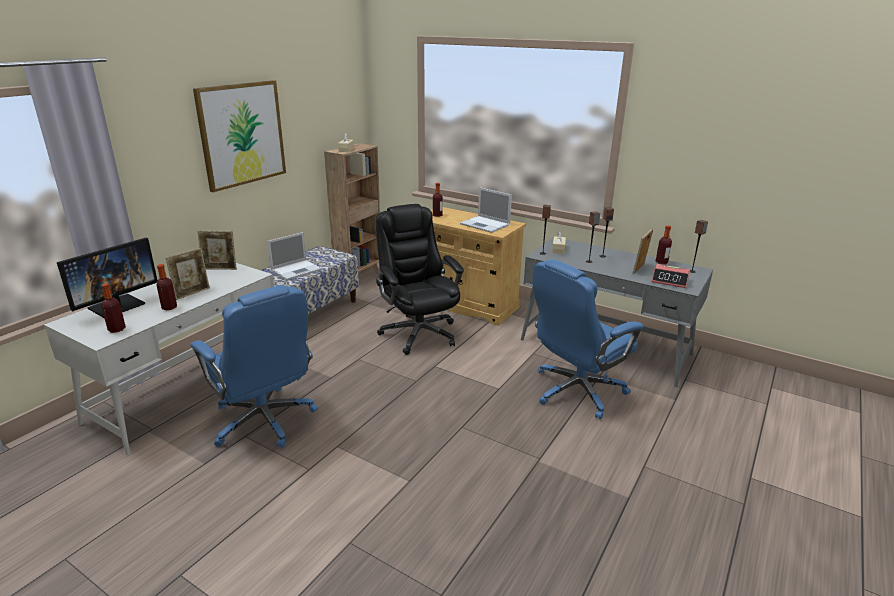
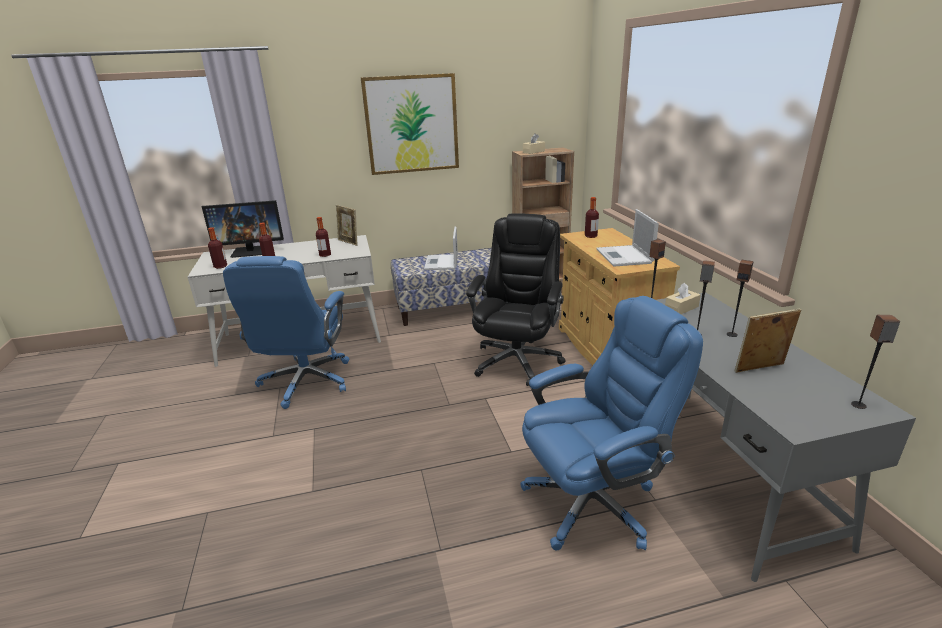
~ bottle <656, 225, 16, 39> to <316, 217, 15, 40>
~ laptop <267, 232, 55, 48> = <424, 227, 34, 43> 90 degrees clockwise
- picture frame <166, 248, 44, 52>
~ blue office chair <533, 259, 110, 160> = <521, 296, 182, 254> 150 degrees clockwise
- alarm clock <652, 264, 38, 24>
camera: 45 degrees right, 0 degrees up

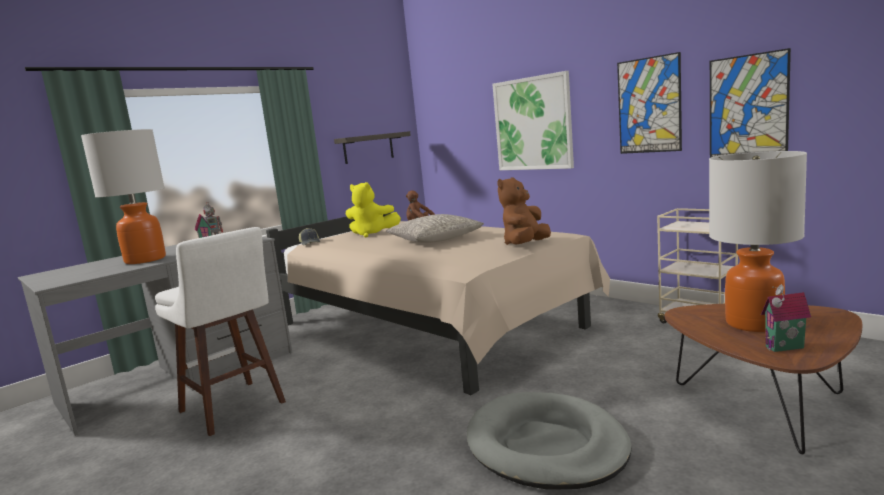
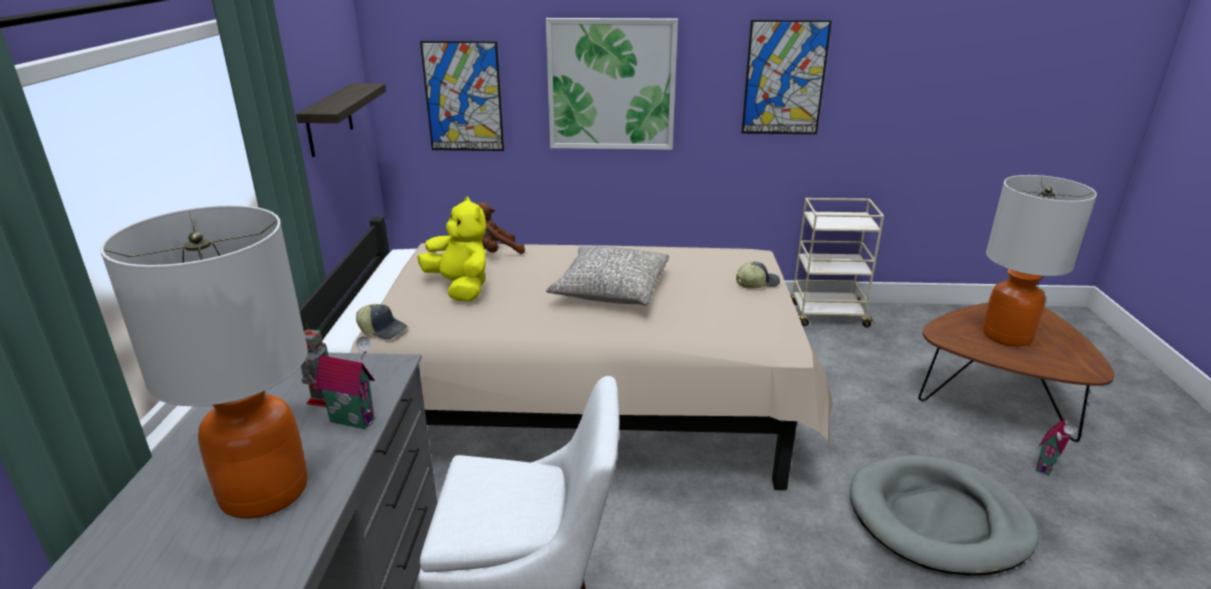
~ picture <710, 48, 81, 110> to <420, 41, 84, 110>
~ brown plush toy <498, 177, 53, 68> to cap <736, 261, 44, 27>
~ yellow plush toy <346, 182, 55, 56> = <417, 196, 69, 105> 105 degrees counterclockwise
~ toy house <761, 284, 50, 68> to <1036, 419, 39, 57>
camera: 45 degrees left, 15 degrees up

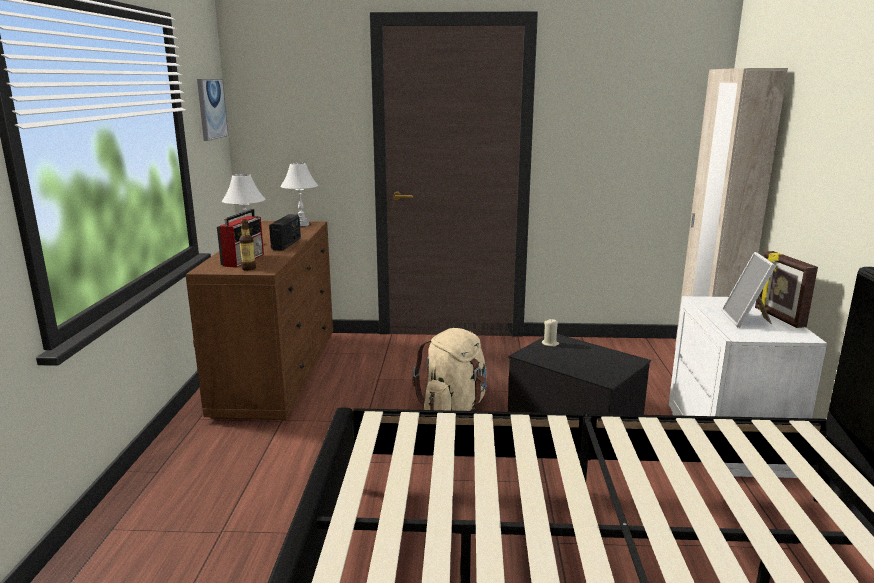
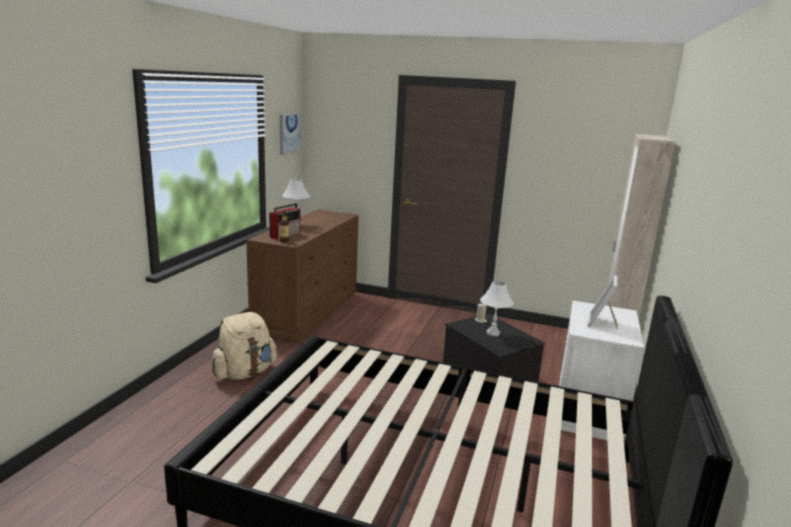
~ white table lamp <280, 163, 38, 63> to <480, 281, 34, 55>
- radio <269, 214, 32, 37>
- picture frame <755, 251, 63, 77>
~ beige backpack <412, 328, 75, 83> to <211, 312, 66, 68>
camera: 15 degrees right, 0 degrees up

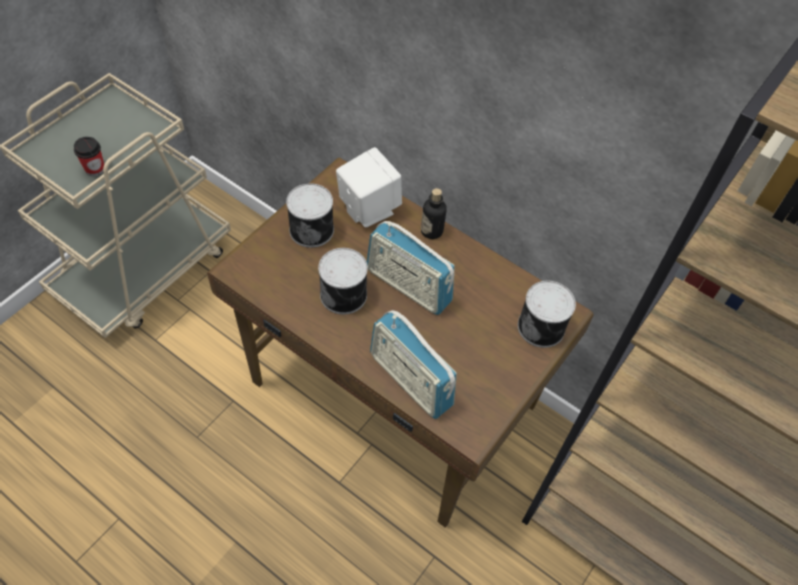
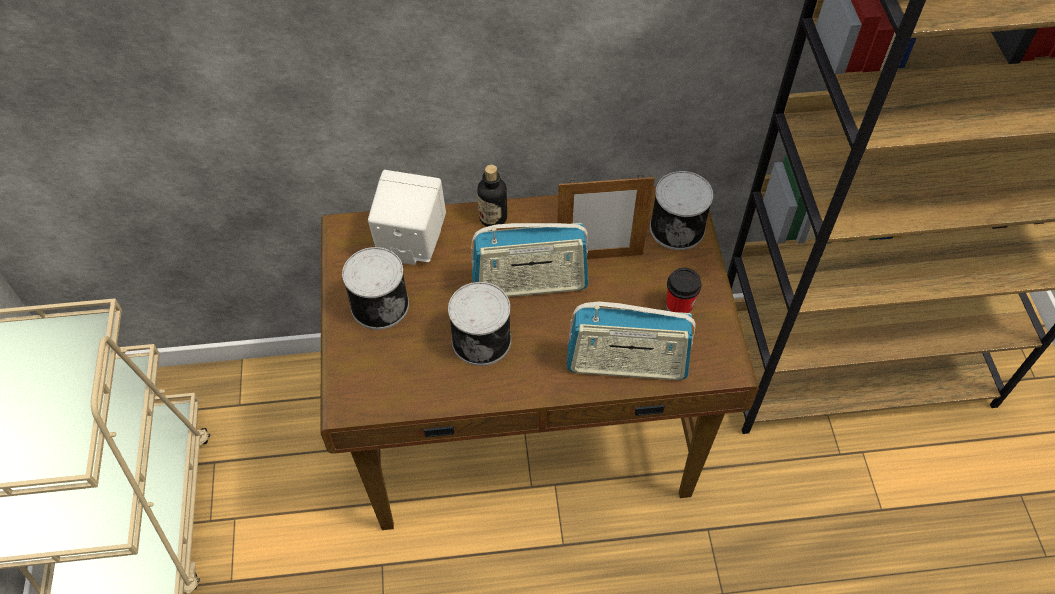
~ cup <74, 136, 30, 40> to <667, 267, 35, 46>
+ picture frame <557, 175, 98, 84>
camera: 40 degrees left, 0 degrees up

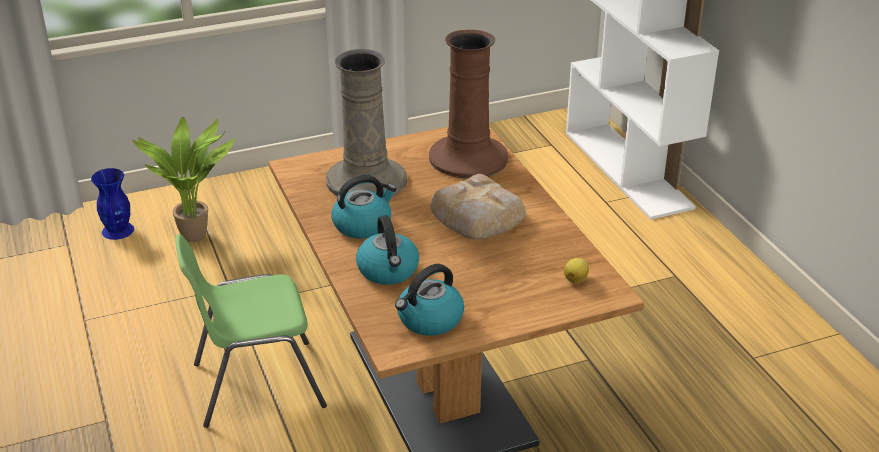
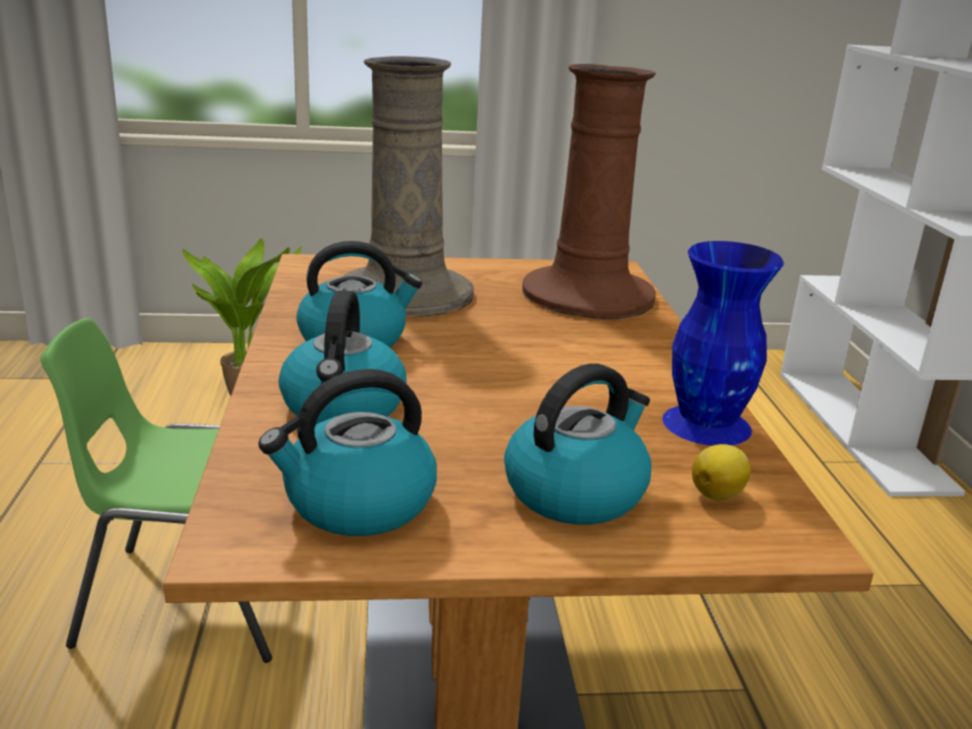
~ blue vase <91, 168, 43, 72> to <662, 241, 122, 205>
- bread <430, 174, 96, 66>
+ kettle <504, 363, 147, 162>
camera: 15 degrees right, 10 degrees down

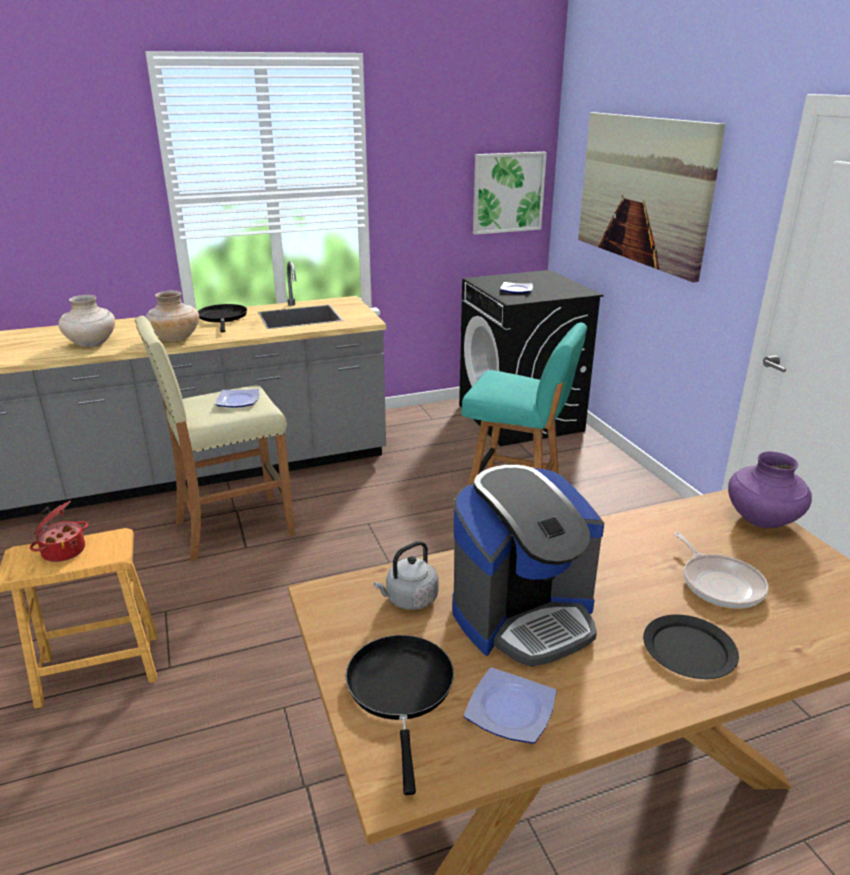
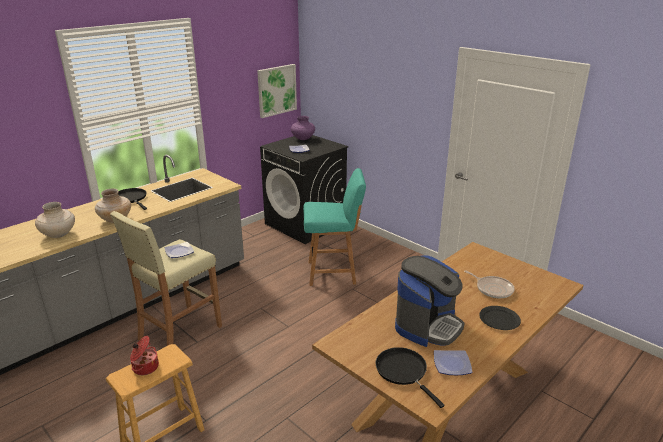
- picture <578, 112, 148, 170>
~ purple vase <728, 451, 84, 77> to <291, 116, 24, 24>
- grey kettle <374, 541, 65, 69>
camera: 25 degrees left, 0 degrees up

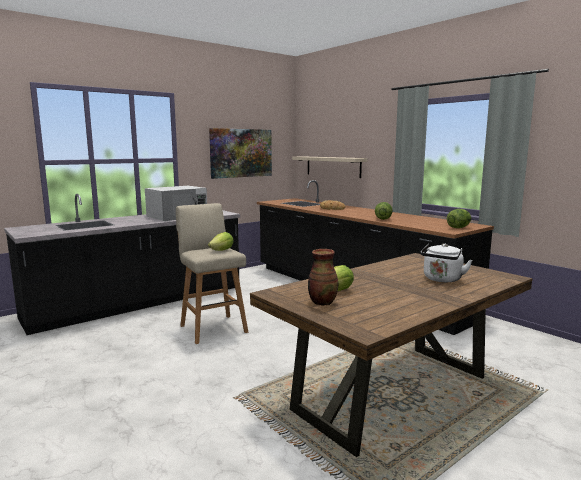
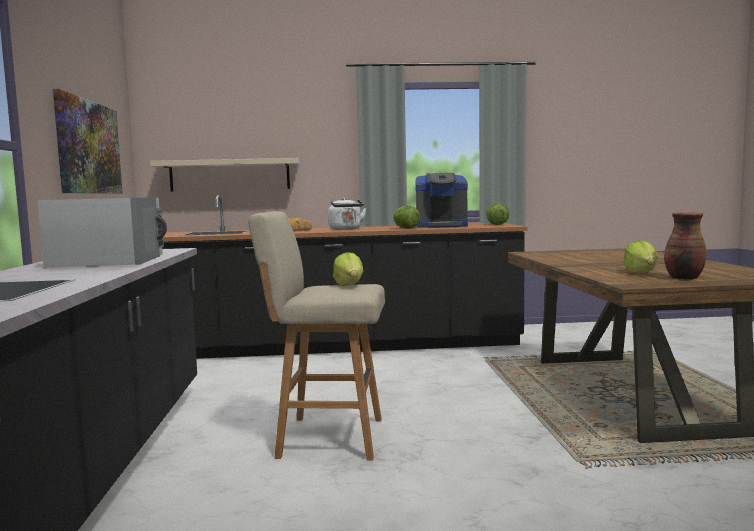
~ white kettle <421, 243, 51, 39> to <328, 198, 38, 32>
+ coffee machine <415, 173, 53, 55>
camera: 55 degrees left, 5 degrees down

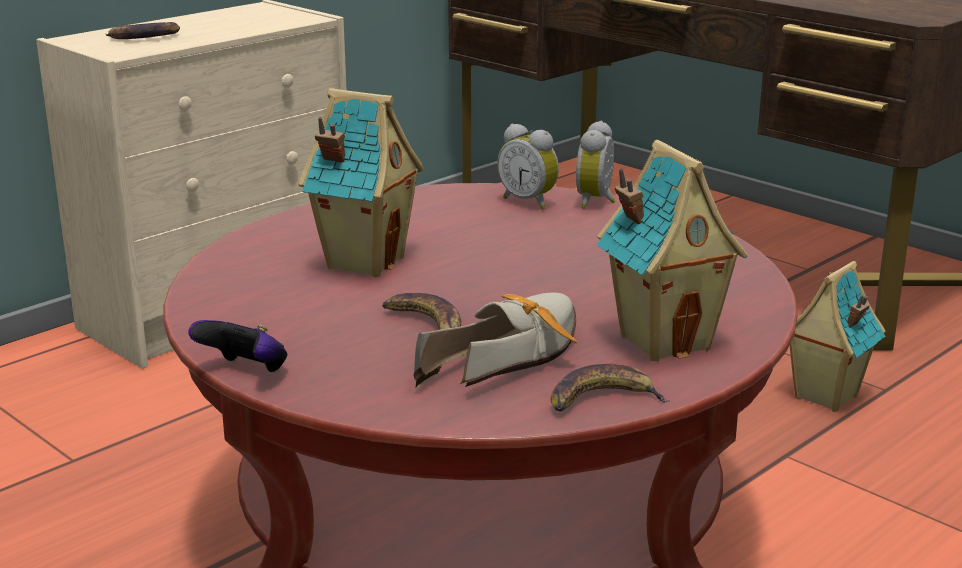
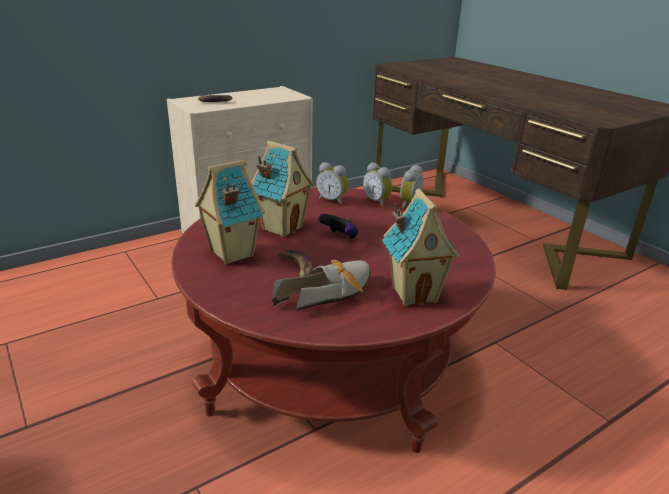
~ toy house <790, 261, 96, 151> to <195, 160, 70, 105>
~ game controller <188, 320, 99, 53> to <318, 214, 41, 26>
- banana <551, 364, 119, 47>
+ alarm clock <316, 162, 32, 43>
camera: 10 degrees right, 5 degrees up

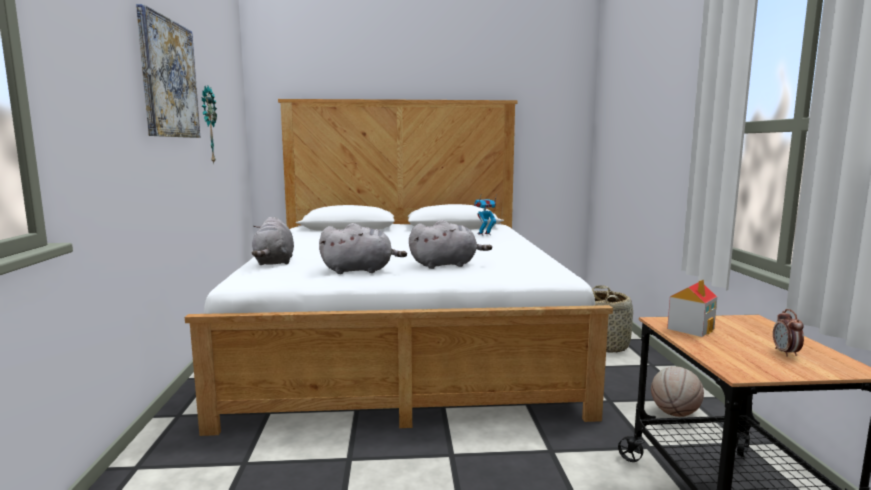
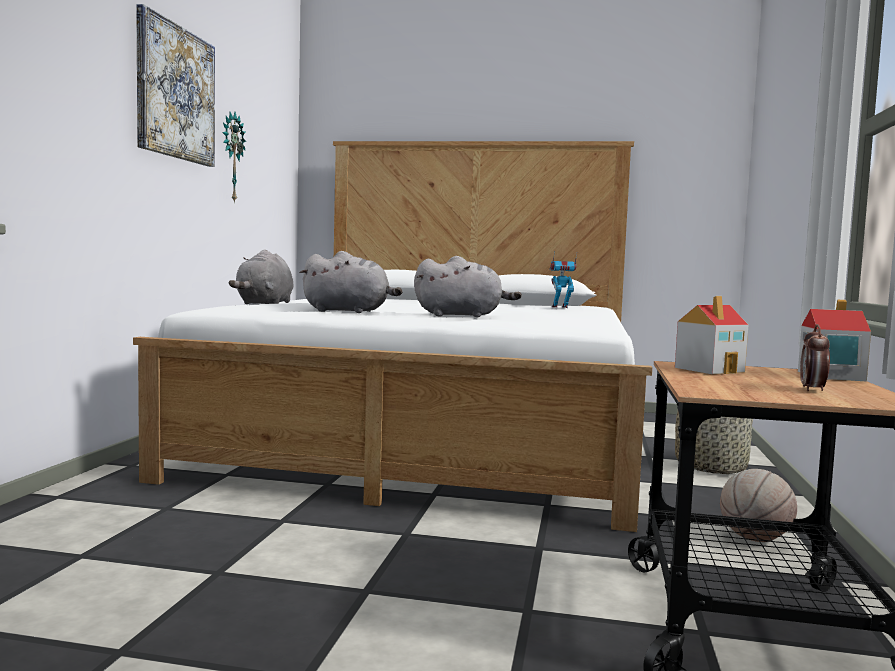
+ toy house <798, 300, 73, 81>
camera: 15 degrees right, 5 degrees down

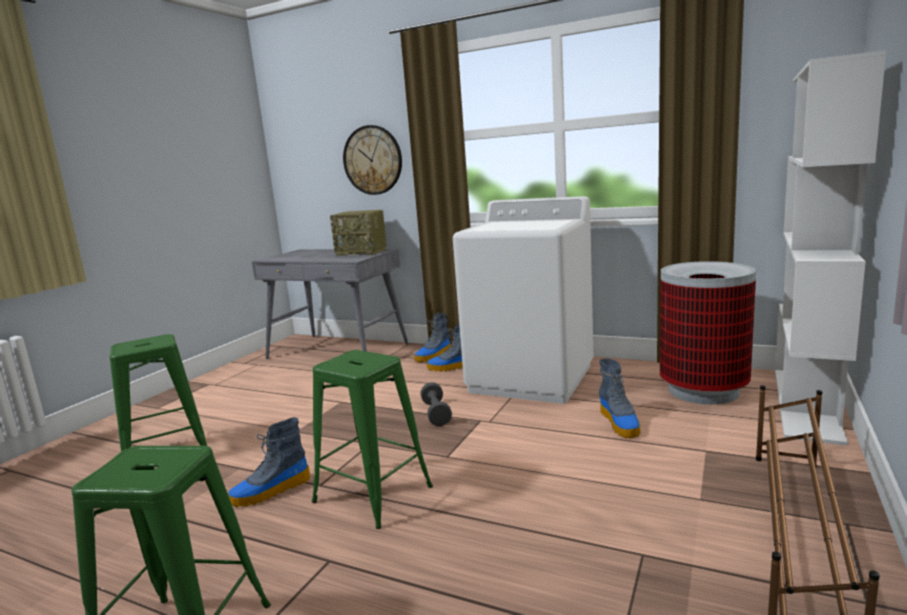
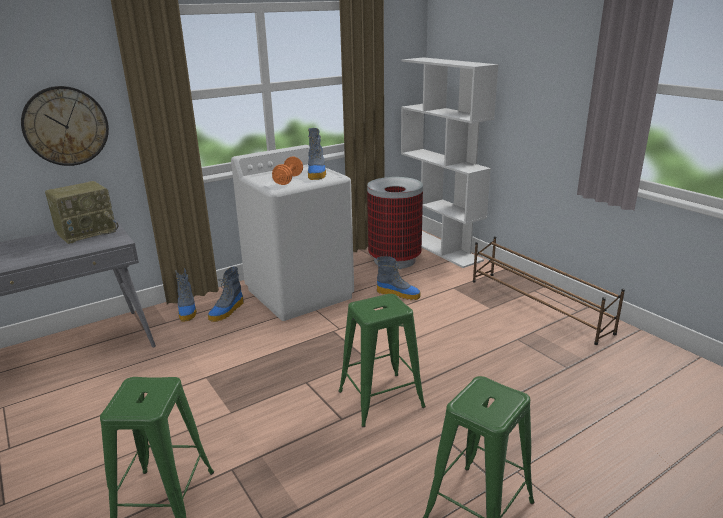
- grey dumbbell <420, 382, 32, 44>
~ boot <228, 417, 82, 90> to <308, 128, 18, 52>
+ orange dumbbell <272, 157, 31, 28>
camera: 60 degrees left, 10 degrees up

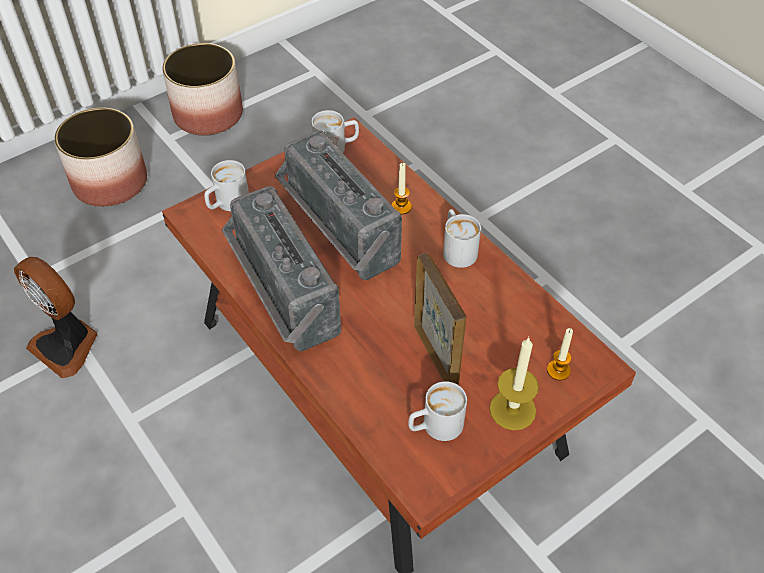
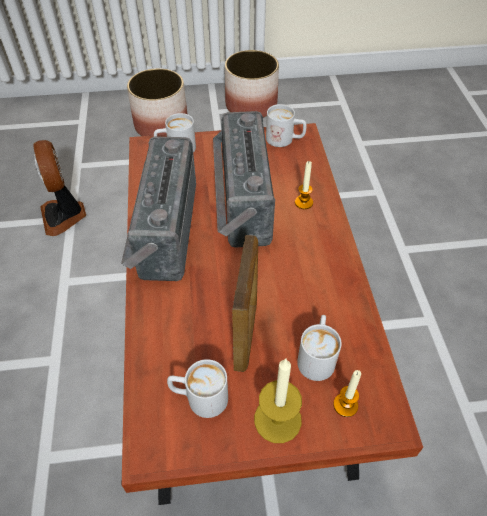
~ white mug <443, 209, 38, 59> to <297, 315, 45, 66>
camera: 30 degrees right, 0 degrees up

